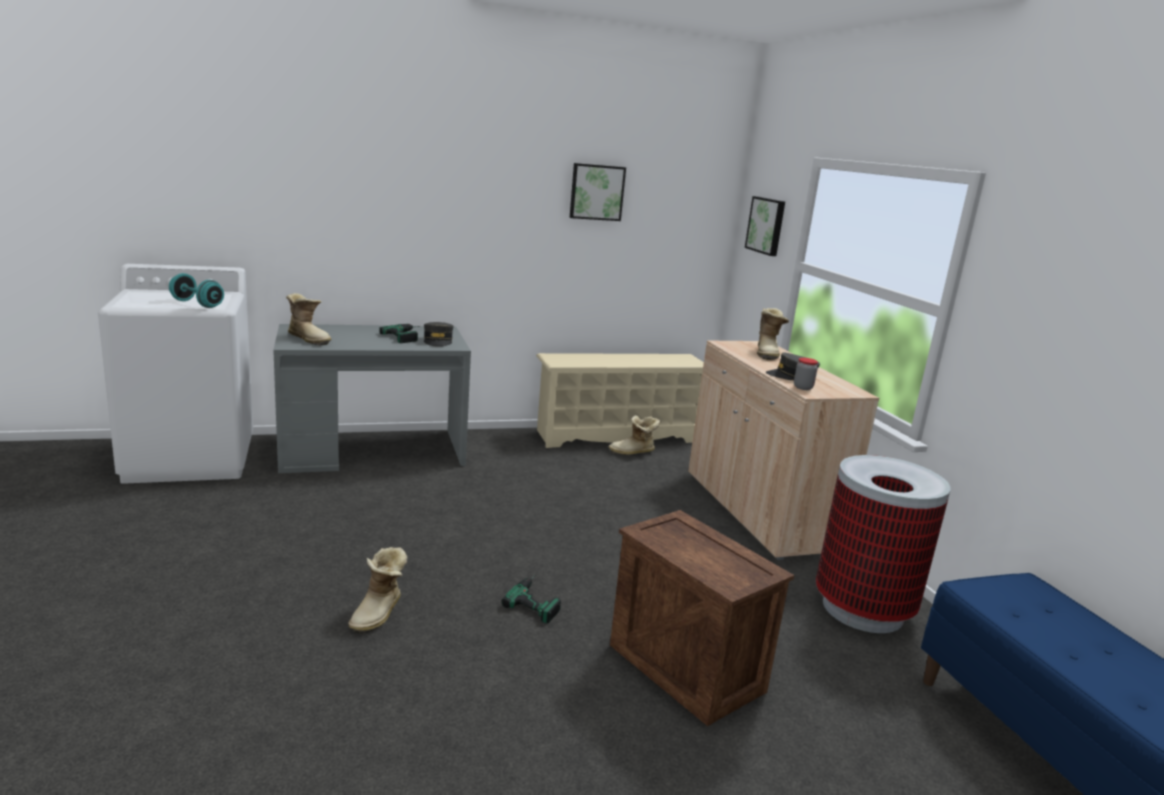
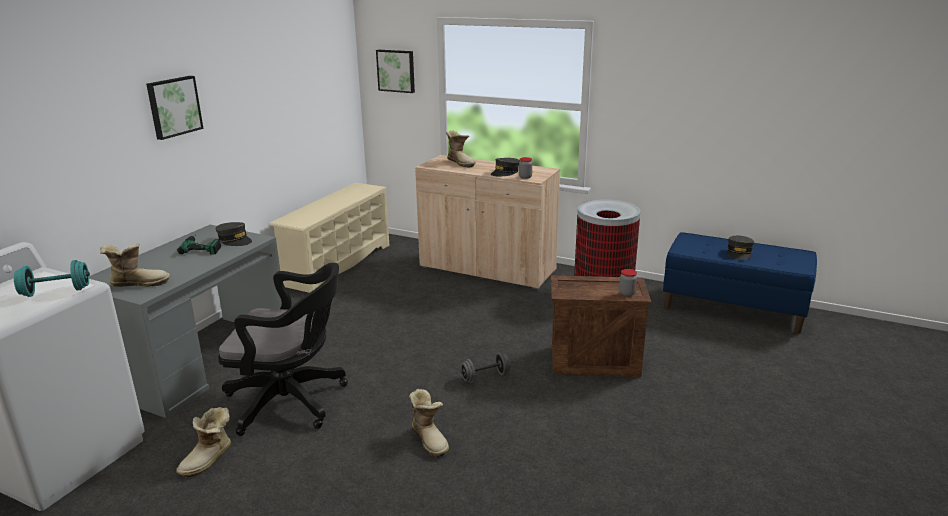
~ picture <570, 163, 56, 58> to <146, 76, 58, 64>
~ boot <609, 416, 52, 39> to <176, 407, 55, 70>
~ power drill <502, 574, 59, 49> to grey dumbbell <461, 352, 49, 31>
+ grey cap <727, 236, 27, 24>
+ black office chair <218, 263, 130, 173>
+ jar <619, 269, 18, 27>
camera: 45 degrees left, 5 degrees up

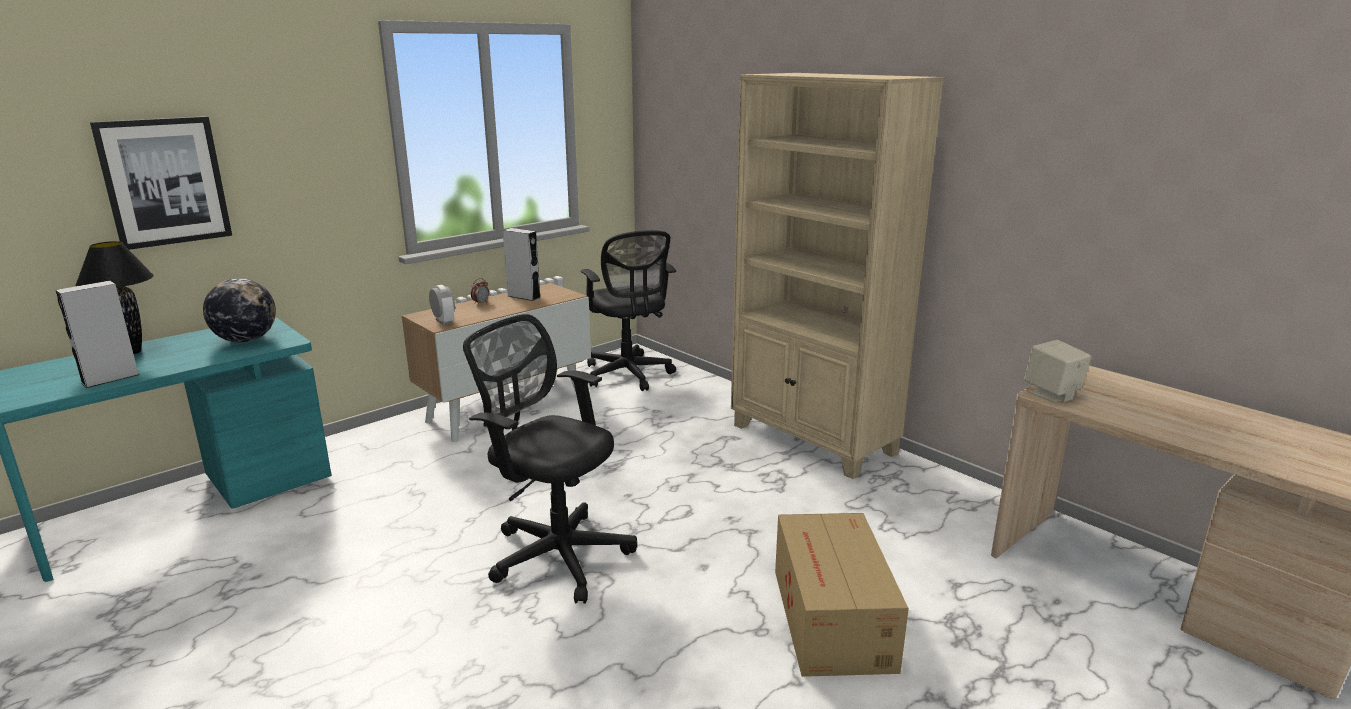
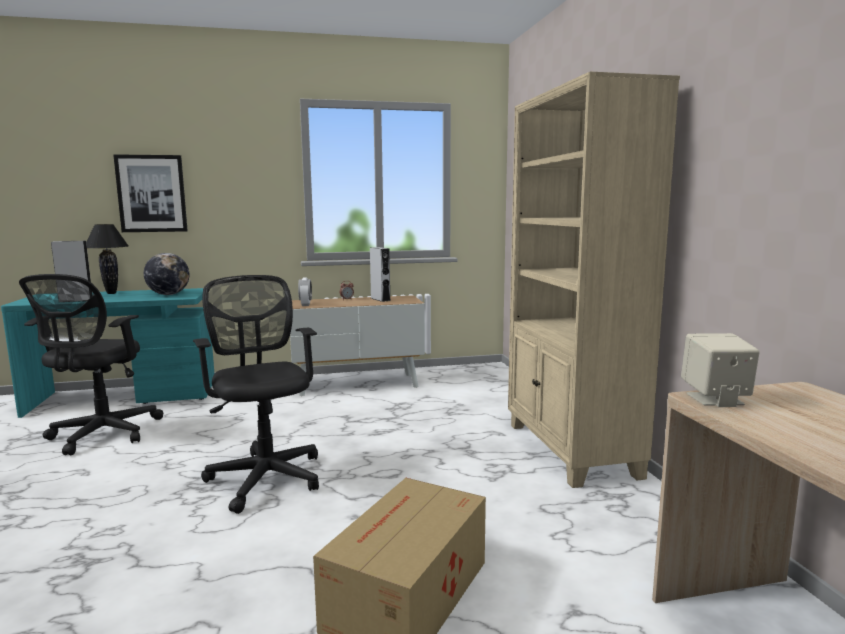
~ black office chair <581, 230, 95, 161> to <19, 274, 144, 181>
camera: 30 degrees right, 10 degrees down

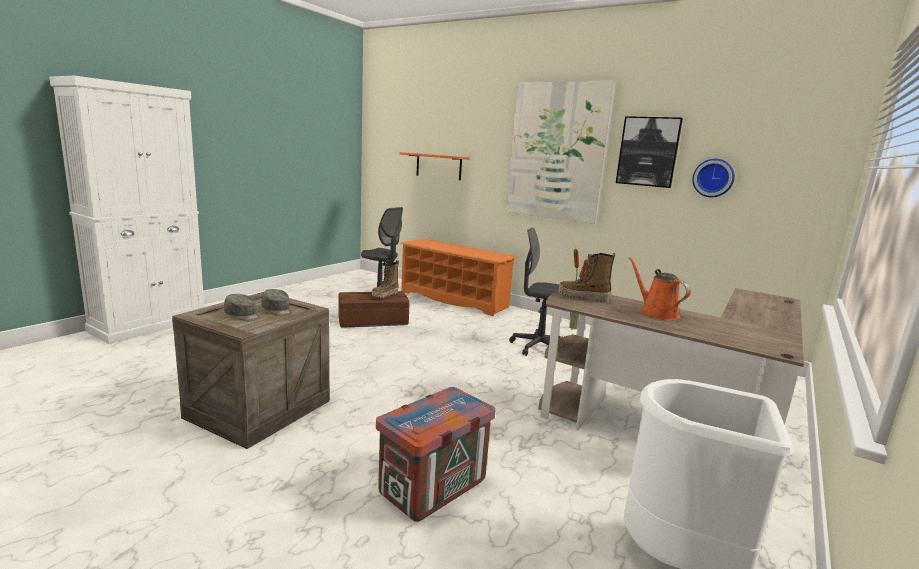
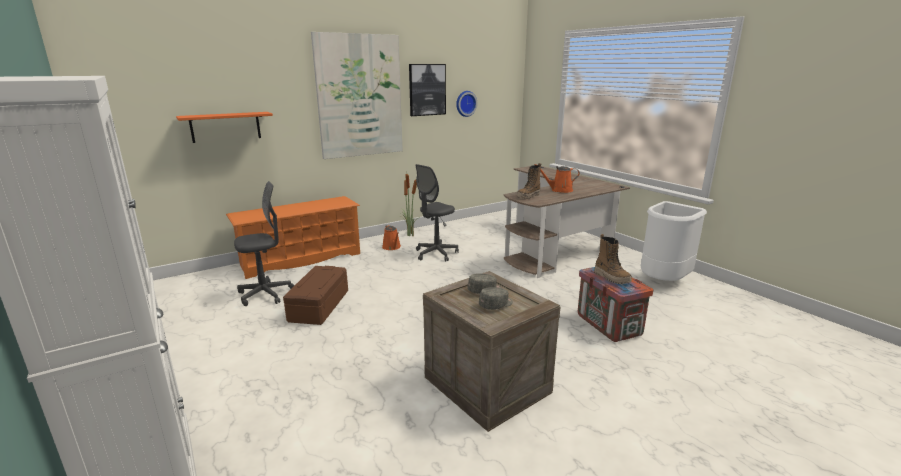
~ boot <372, 260, 27, 38> to <594, 234, 38, 50>
+ orange watering can <382, 225, 19, 25>
camera: 65 degrees left, 5 degrees up

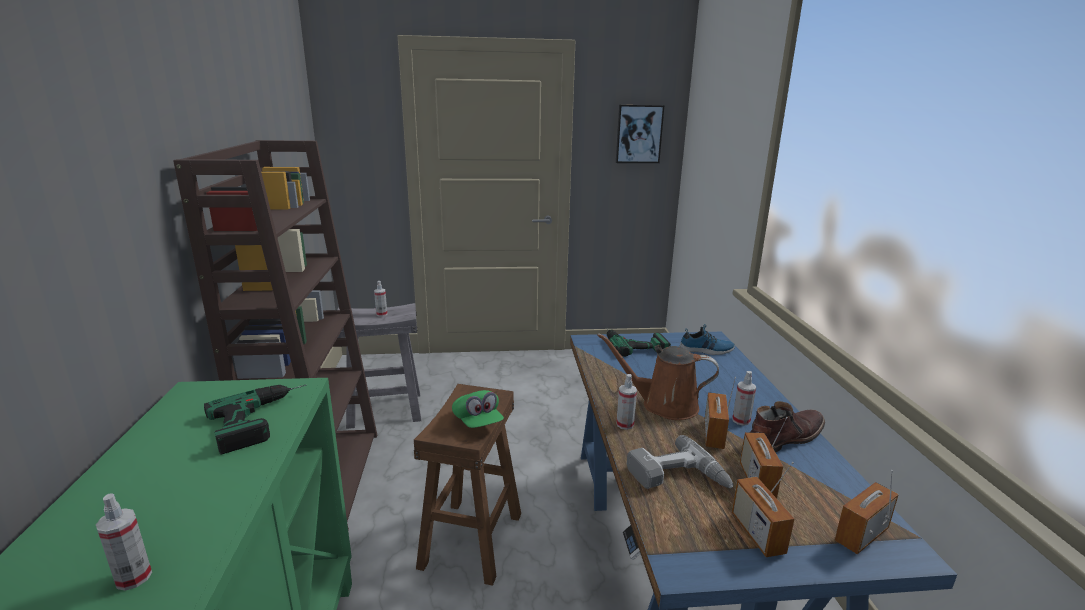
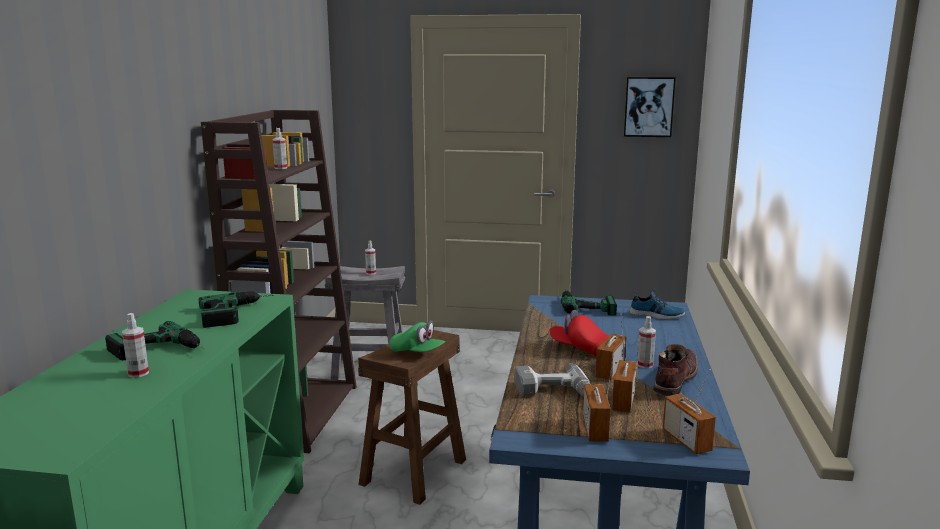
~ brown watering can <597, 333, 122, 87> to red cap <550, 310, 58, 46>
~ spray bottle <616, 374, 21, 56> to <272, 128, 15, 41>
~ green cap <452, 390, 52, 38> = <389, 320, 56, 32> 45 degrees counterclockwise
~ brown boot <750, 401, 75, 52> = <653, 344, 45, 52> 45 degrees counterclockwise
~ radio <835, 470, 64, 84> = <663, 369, 53, 85> 90 degrees counterclockwise
+ power drill <105, 321, 100, 39>
camera: 15 degrees right, 5 degrees down

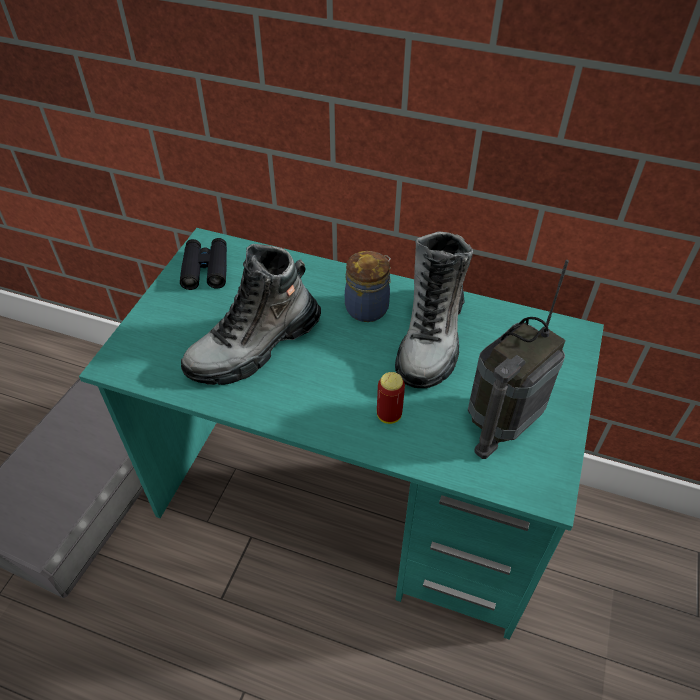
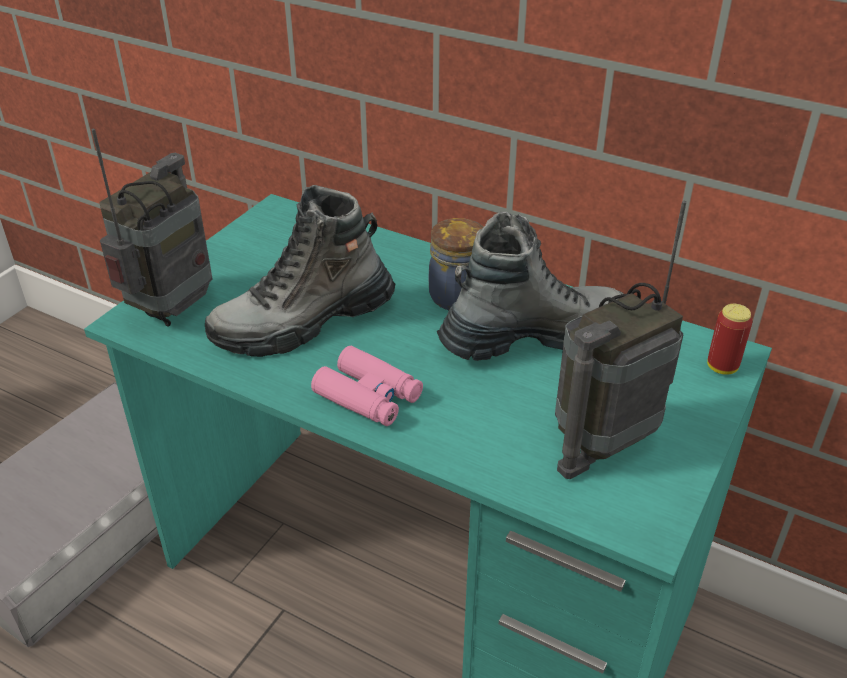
~ boot <395, 231, 78, 157> = <437, 212, 187, 149> 135 degrees counterclockwise
- black binoculars <180, 238, 47, 52>
~ can <377, 372, 28, 52> to <707, 304, 45, 71>
+ radio <91, 129, 121, 197>
+ pink binoculars <311, 346, 112, 80>
camera: 10 degrees right, 10 degrees down

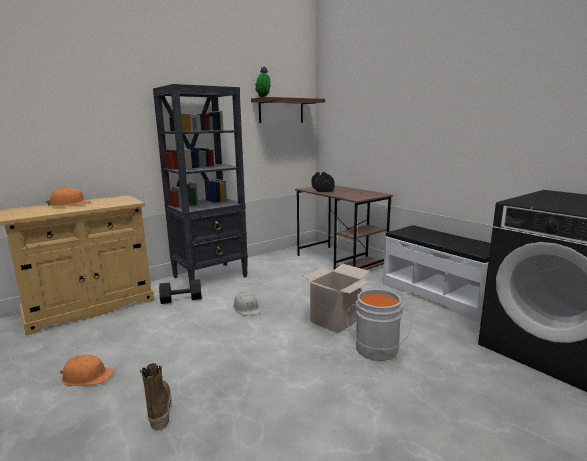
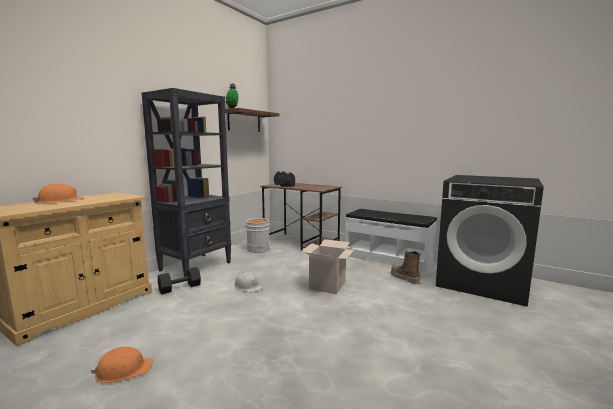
~ grey bucket <346, 289, 66, 72> to <241, 218, 34, 35>
~ boot <140, 363, 31, 68> to <391, 251, 30, 33>
camera: 20 degrees left, 5 degrees down

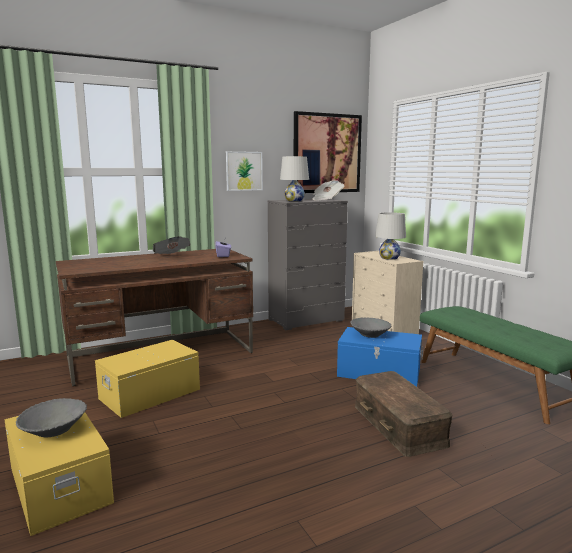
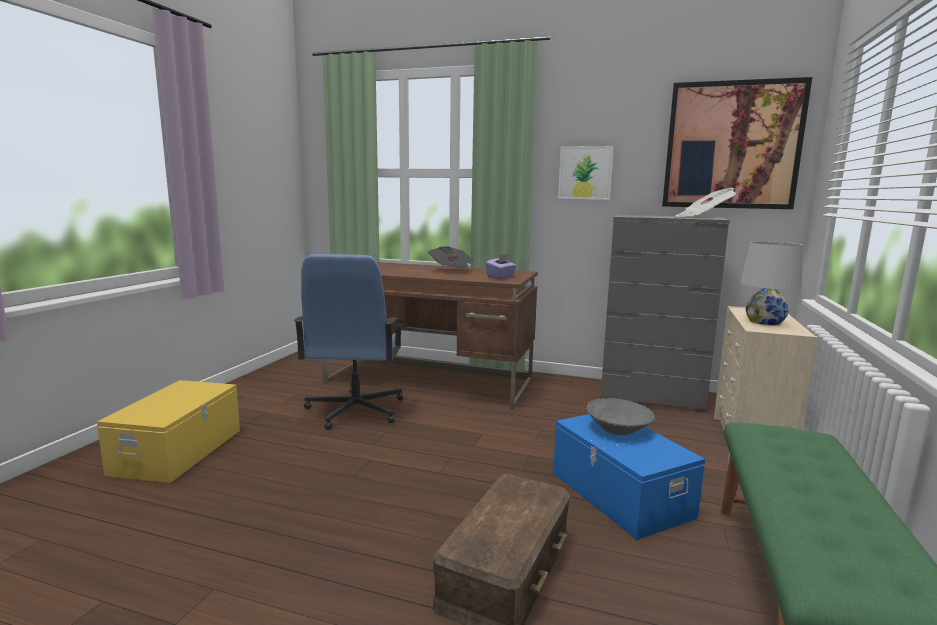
- white table lamp <280, 156, 29, 45>
~ yellow storage box <95, 340, 105, 78> to blue office chair <294, 254, 110, 176>
- grey bowl <16, 398, 71, 39>
camera: 45 degrees right, 0 degrees up

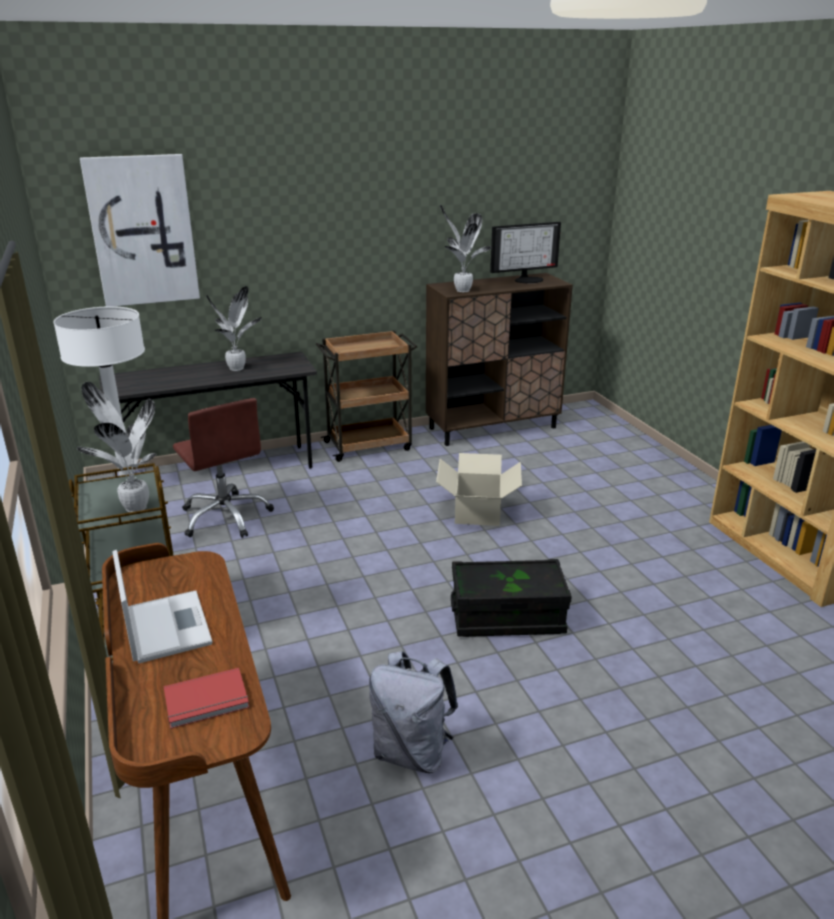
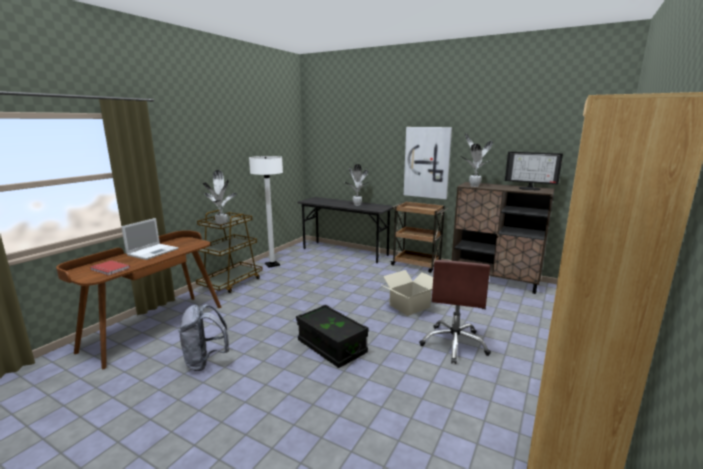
~ picture <80, 154, 120, 153> to <404, 127, 48, 72>
~ brown office chair <173, 398, 101, 140> to <419, 260, 72, 104>
camera: 50 degrees right, 10 degrees down

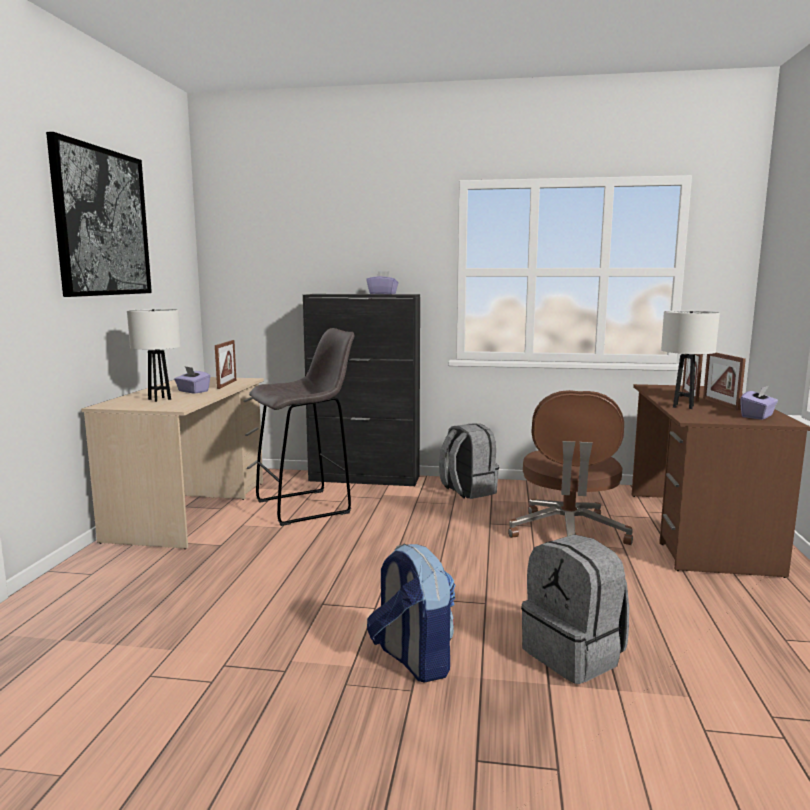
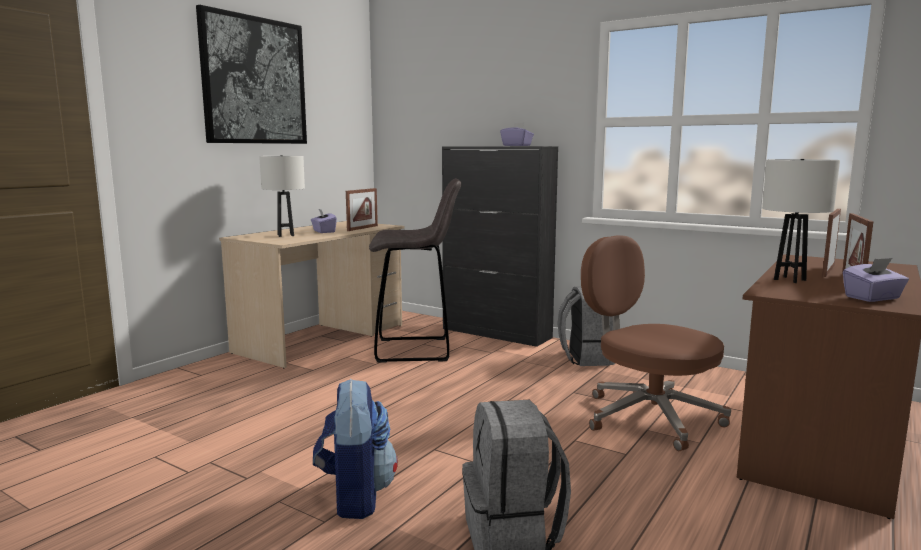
~ brown office chair <508, 390, 125, 155> = <581, 235, 150, 216> 105 degrees clockwise
camera: 25 degrees right, 0 degrees up

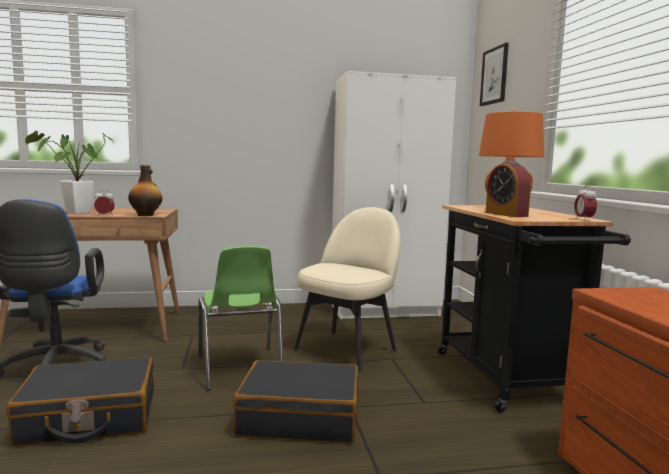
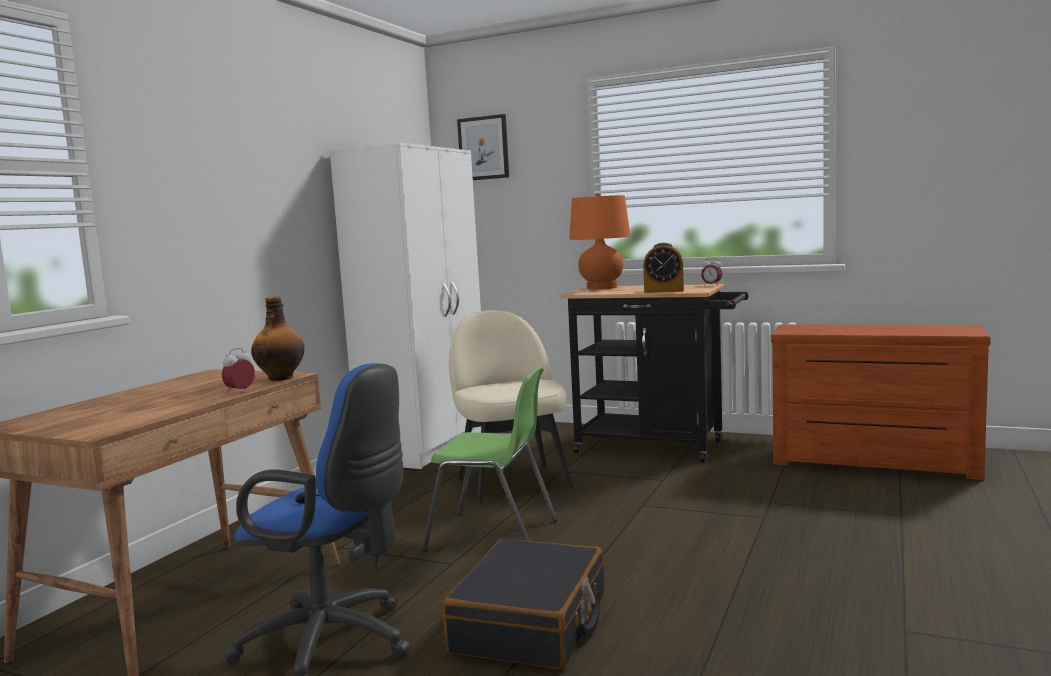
- potted plant <25, 131, 89, 83>
- black suitcase <233, 360, 126, 83>
camera: 55 degrees left, 0 degrees up

